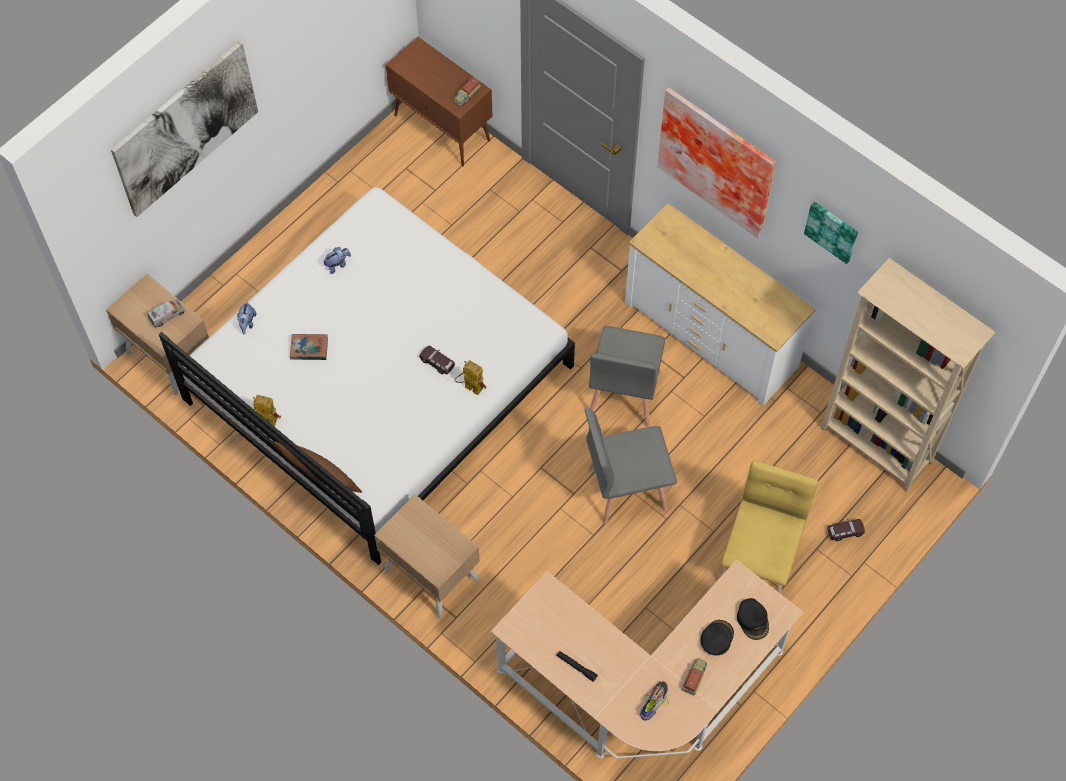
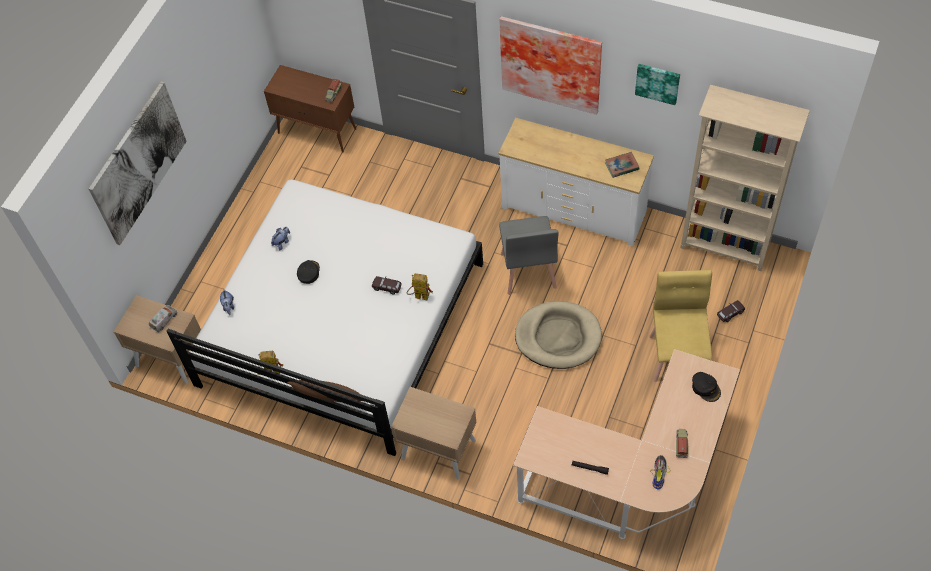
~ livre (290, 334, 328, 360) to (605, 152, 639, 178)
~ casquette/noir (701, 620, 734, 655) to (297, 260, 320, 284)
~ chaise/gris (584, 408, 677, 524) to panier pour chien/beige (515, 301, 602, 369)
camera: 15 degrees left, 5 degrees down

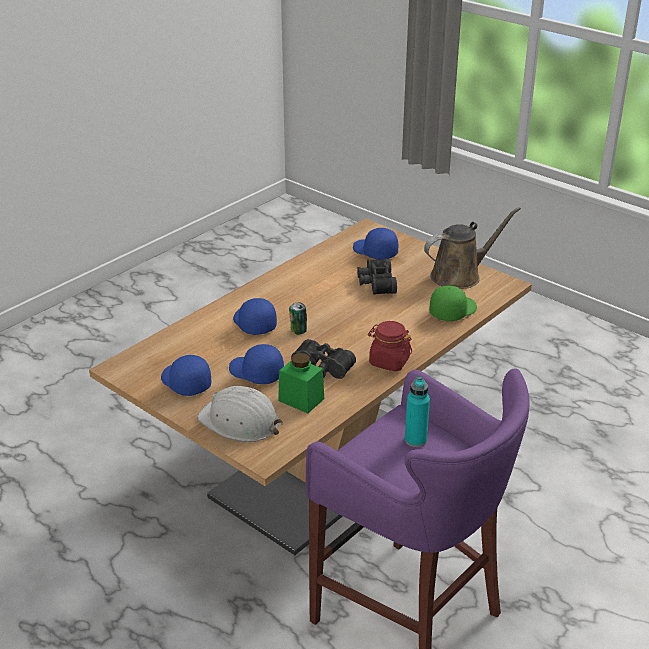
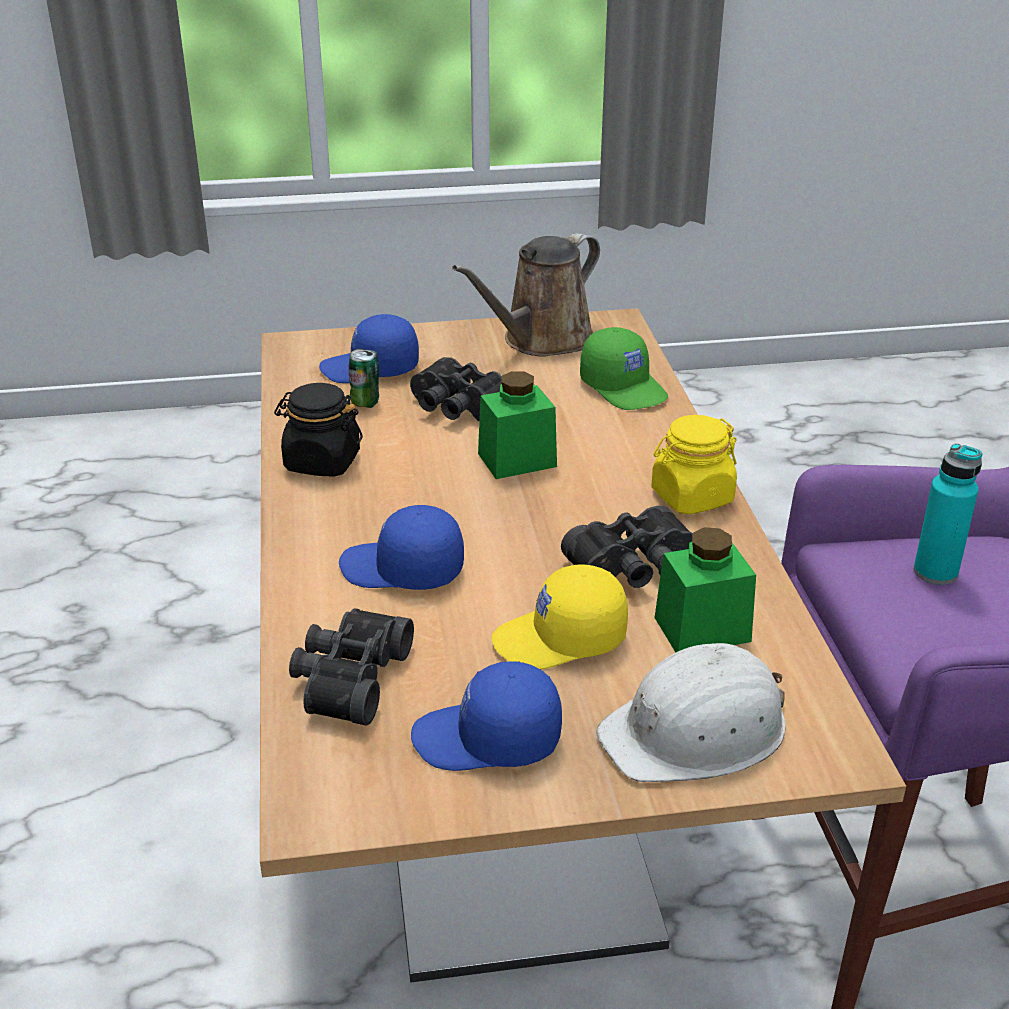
+ bocal/noir (274, 383, 363, 477)
+ jumelles/noir (289, 608, 414, 726)
+ bocal/vert (478, 371, 557, 479)
~ boîte métallique (289, 302, 307, 335) to (349, 348, 379, 408)
~ casquette/bleu (229, 344, 284, 384) to casquette/jaune (492, 564, 628, 669)
~ bocal/rouge (368, 321, 412, 371) to bocal/jaune (651, 415, 737, 515)
~ arrosoir/marron (424, 207, 521, 289) = (452, 233, 600, 357) 150 degrees counterclockwise
~ casquette/vert (429, 285, 477, 321) = (580, 327, 668, 410) 150 degrees clockwise
camera: 50 degrees left, 0 degrees up

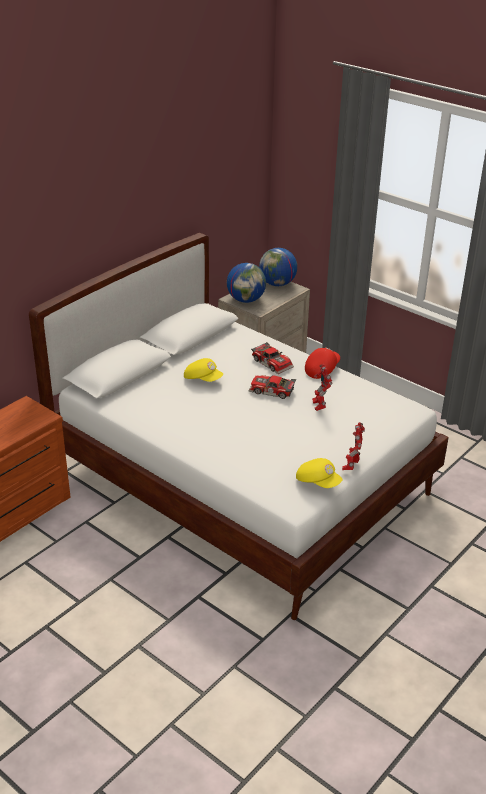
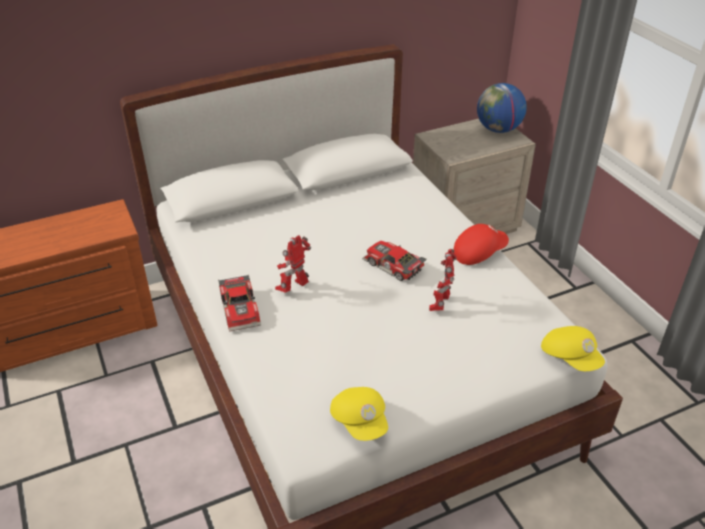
- globe (227, 263, 266, 303)
~ casquette/jaune (184, 358, 223, 382) to (541, 326, 605, 371)
~ petite voiture (251, 342, 294, 374) to (218, 274, 261, 332)
~ robot jouet (342, 422, 365, 470) to (275, 235, 311, 293)
camera: 25 degrees right, 5 degrees up

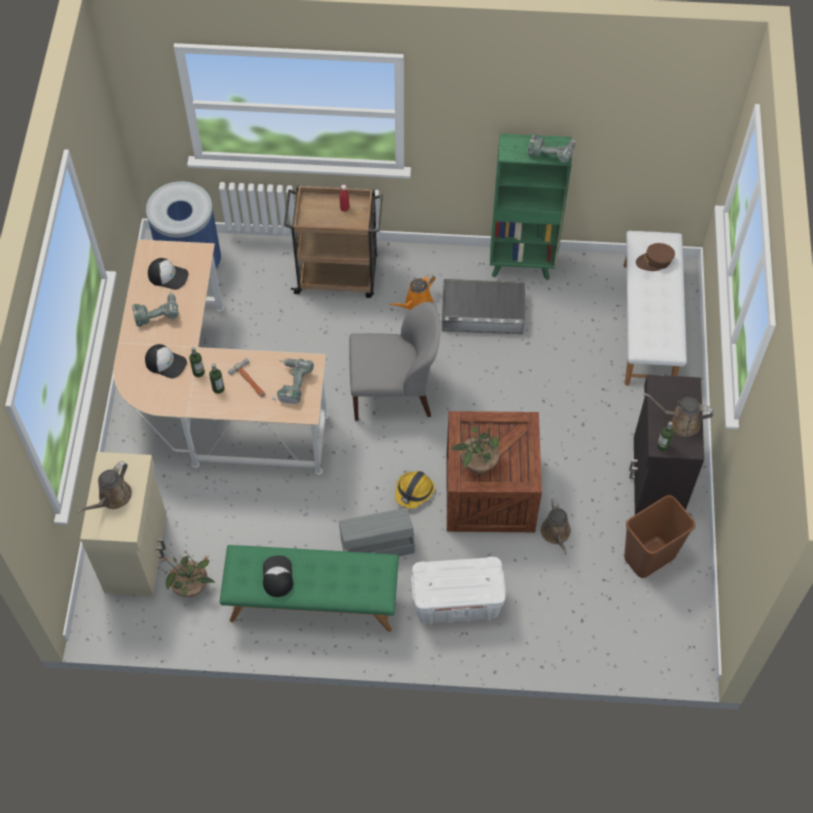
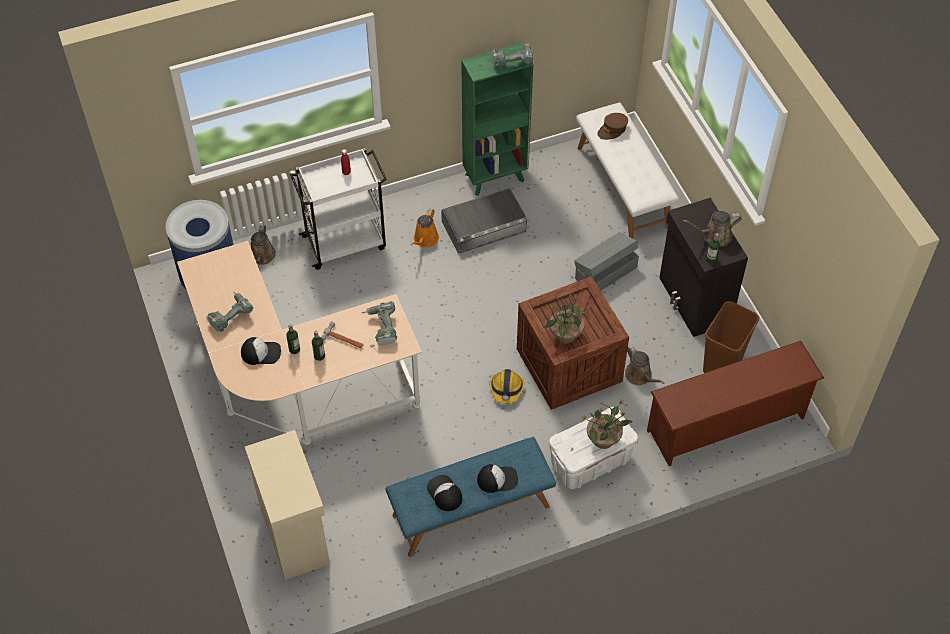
- chaise/gris (349, 302, 440, 421)
+ étagère à chaussures/marron (647, 341, 824, 466)
~ arrosoir/marron (77, 461, 132, 513) to (251, 225, 276, 265)
~ casquette (148, 258, 189, 290) to (477, 464, 518, 493)
~ plante en pot (160, 551, 215, 597) to (582, 399, 633, 449)
~ boîte de rangement/gris (339, 508, 415, 556) to (574, 232, 639, 291)
~ banc/vert (220, 545, 399, 632) to banc/bleu (386, 437, 556, 557)
~ chariot/marron (284, 185, 383, 298) to chariot/blanc (290, 148, 387, 270)
camera: 25 degrees left, 5 degrees down

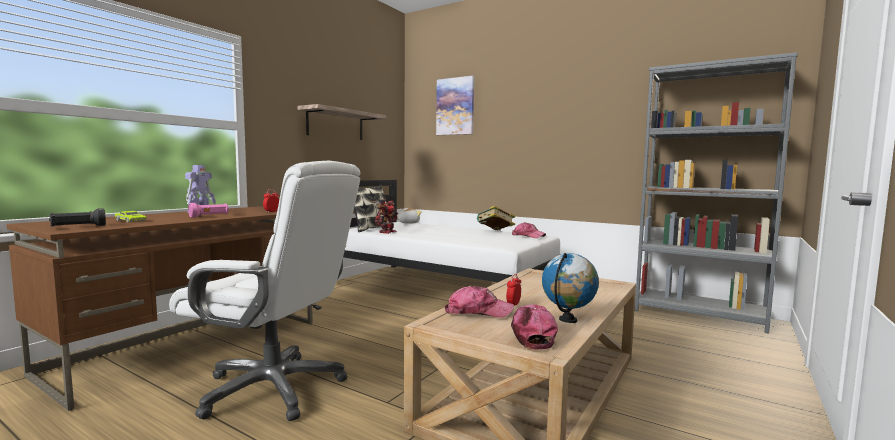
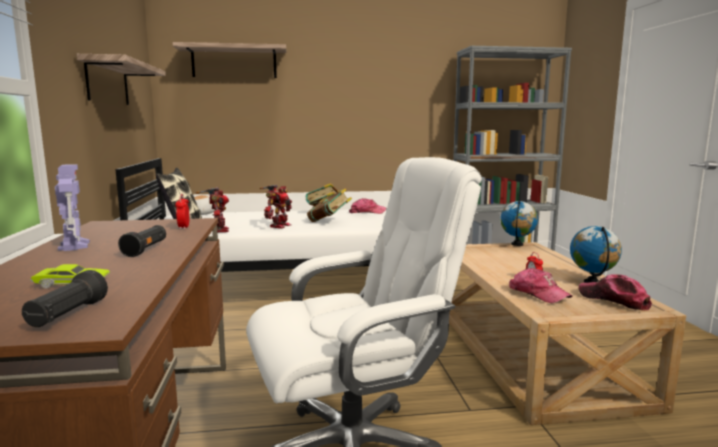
+ robot jouet (260, 185, 292, 229)
+ livre (307, 188, 352, 222)
+ globe (500, 201, 538, 246)
~ tableau (436, 76, 474, 135) to étagère (173, 42, 287, 78)
~ lampe de poche/rose (188, 203, 229, 218) to lampe de poche/noir (118, 225, 166, 257)
~ casquette (445, 286, 514, 318) = (509, 268, 572, 303) 90 degrees clockwise
camera: 40 degrees left, 5 degrees up

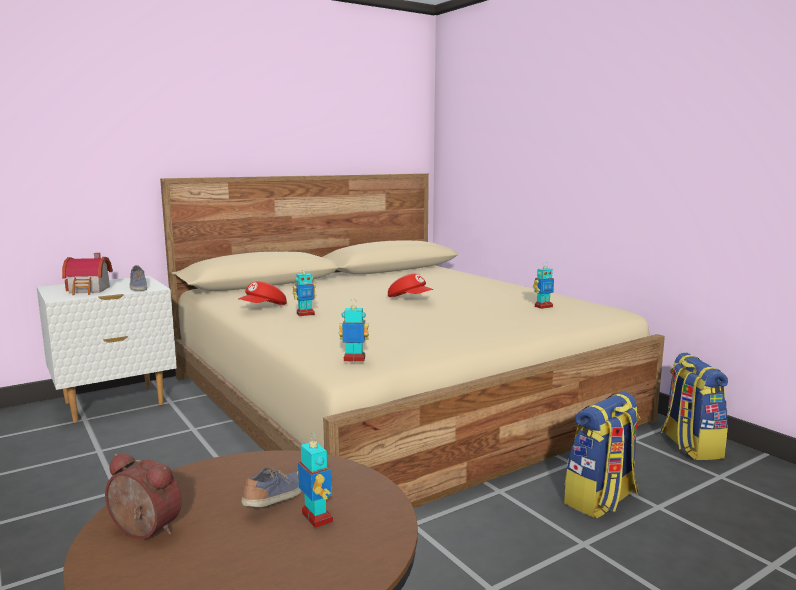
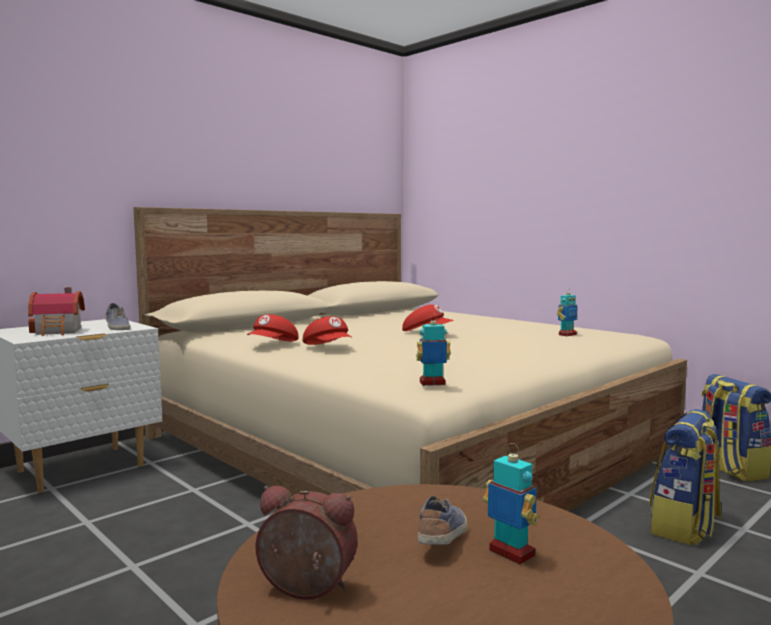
~ robot jouet (293, 266, 317, 316) to casquette/rouge (303, 316, 352, 345)
camera: 10 degrees left, 5 degrees down

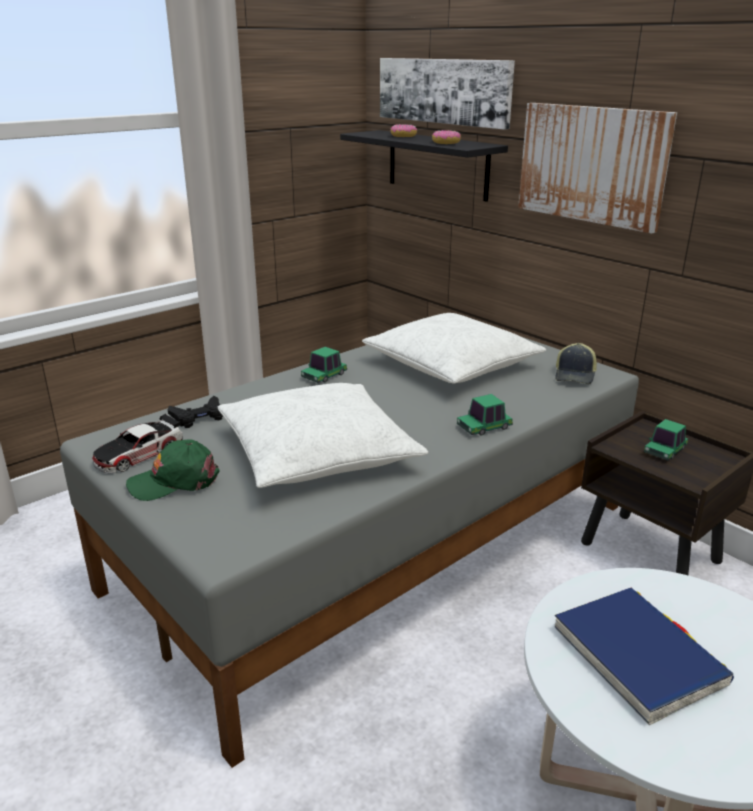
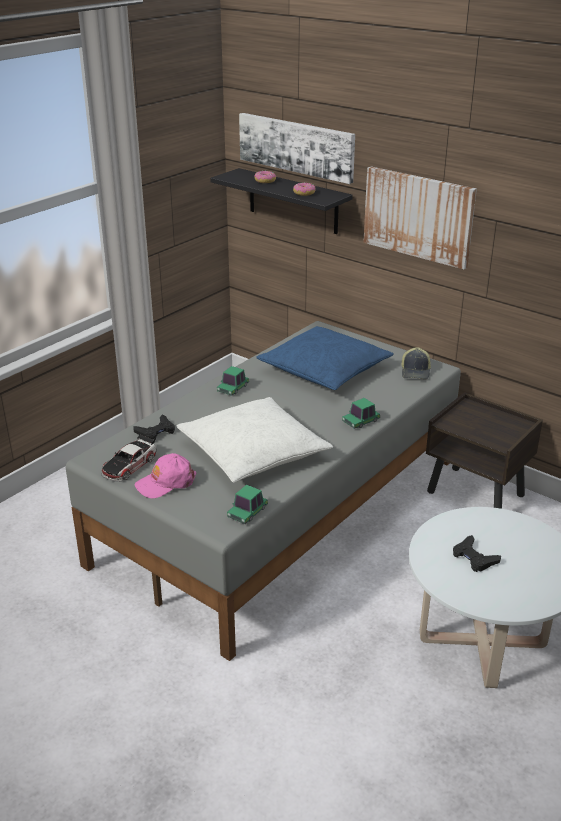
~ petite voiture (644, 419, 688, 460) to (227, 485, 268, 524)
~ livre/bleu (555, 588, 734, 725) to manette/noir (453, 535, 501, 572)
~ casquette/vert (126, 439, 220, 501) to casquette/rose (135, 453, 196, 498)
~ coussin/blanc (362, 313, 546, 383) to coussin/bleu (256, 326, 394, 390)
camera: 10 degrees left, 5 degrees up

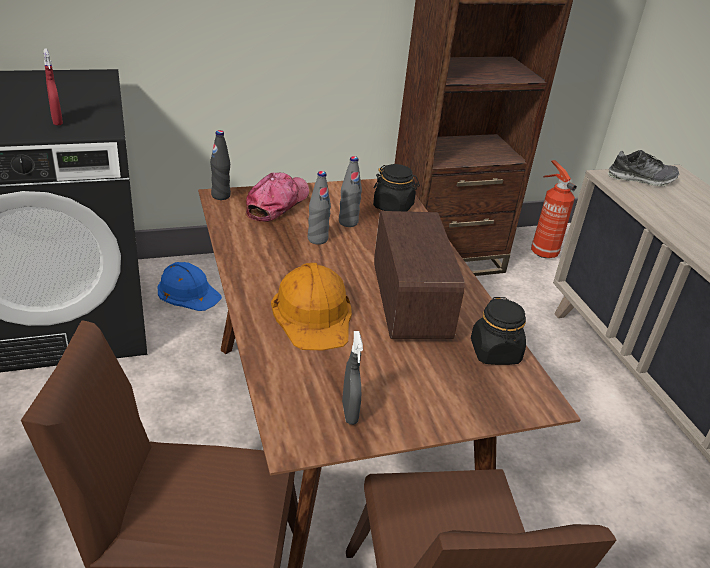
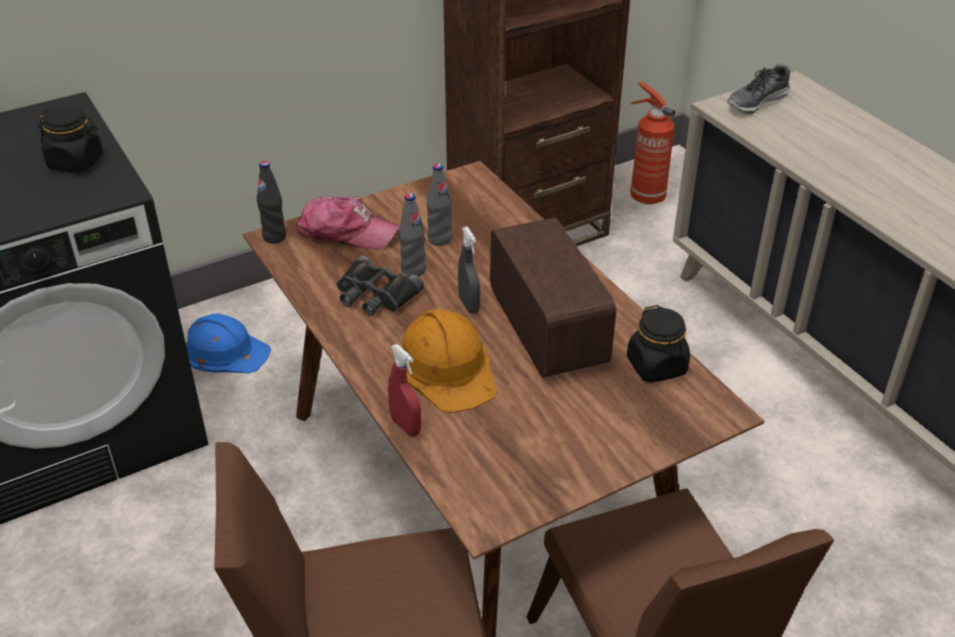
+ jumelles/noir (337, 255, 424, 316)
~ vaporisateur/rouge (43, 48, 63, 126) to (388, 344, 421, 437)
~ vaporisateur/gris (342, 331, 363, 425) to (458, 226, 480, 313)
~ bocal/noir (373, 164, 420, 211) to (38, 106, 103, 172)
~ casquette (245, 173, 309, 222) = (296, 196, 399, 250) 90 degrees clockwise
~ chaussure (608, 150, 679, 186) = (727, 64, 790, 114) 150 degrees clockwise
camera: 10 degrees left, 5 degrees up

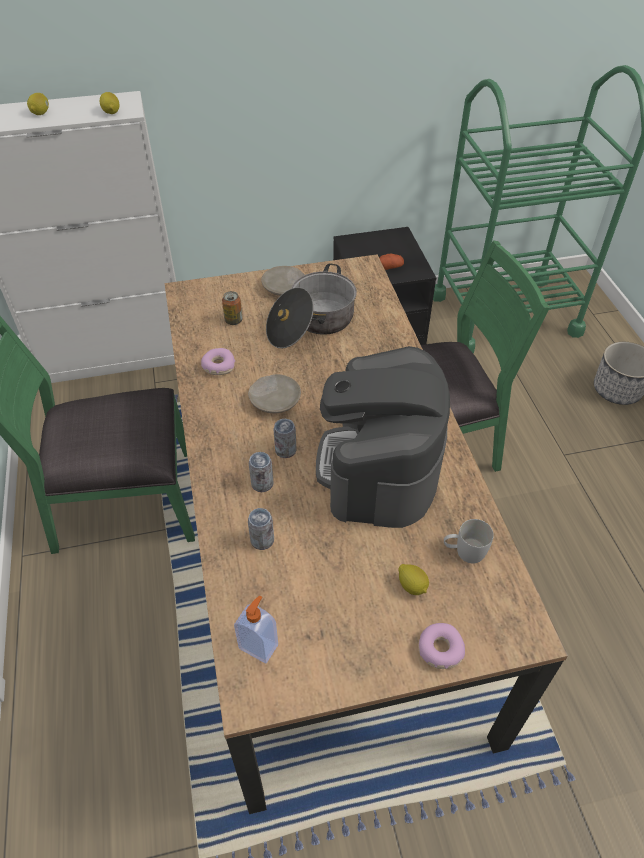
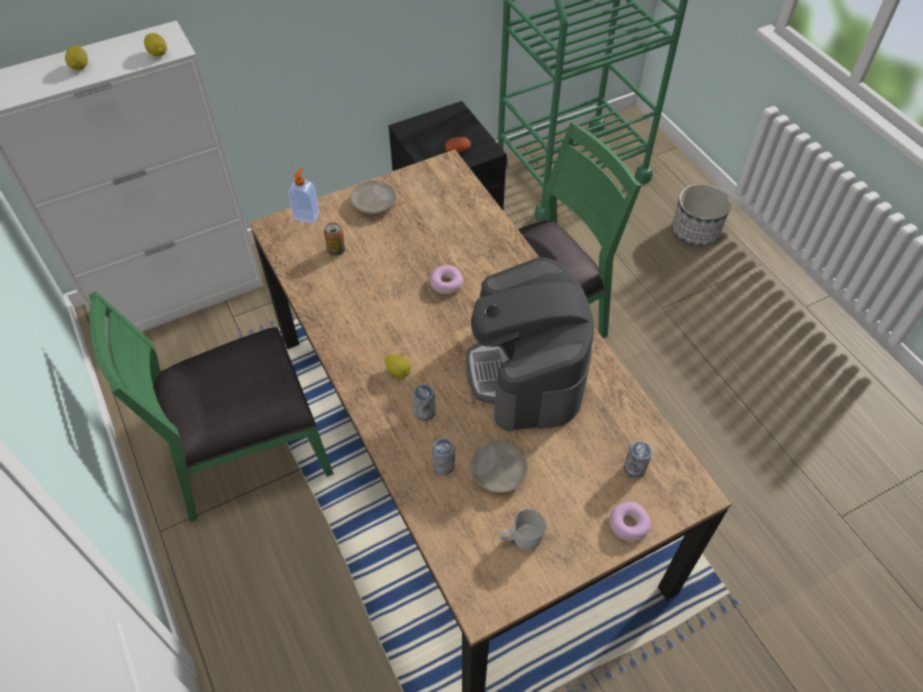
- marmite (266, 263, 357, 348)
~ beignet (201, 348, 235, 375) to (430, 265, 463, 294)
~ distributeur de savon (234, 596, 278, 663) to (288, 168, 320, 223)
~ assiette/beige (248, 374, 301, 413) to (470, 440, 528, 493)
~ boîte métallique (273, 419, 297, 458) to (623, 441, 652, 478)
~ citron (398, 564, 429, 595) to (384, 355, 411, 378)
~ mug/blanc (444, 519, 494, 563) to (500, 509, 546, 550)
camera: 15 degrees left, 5 degrees up

